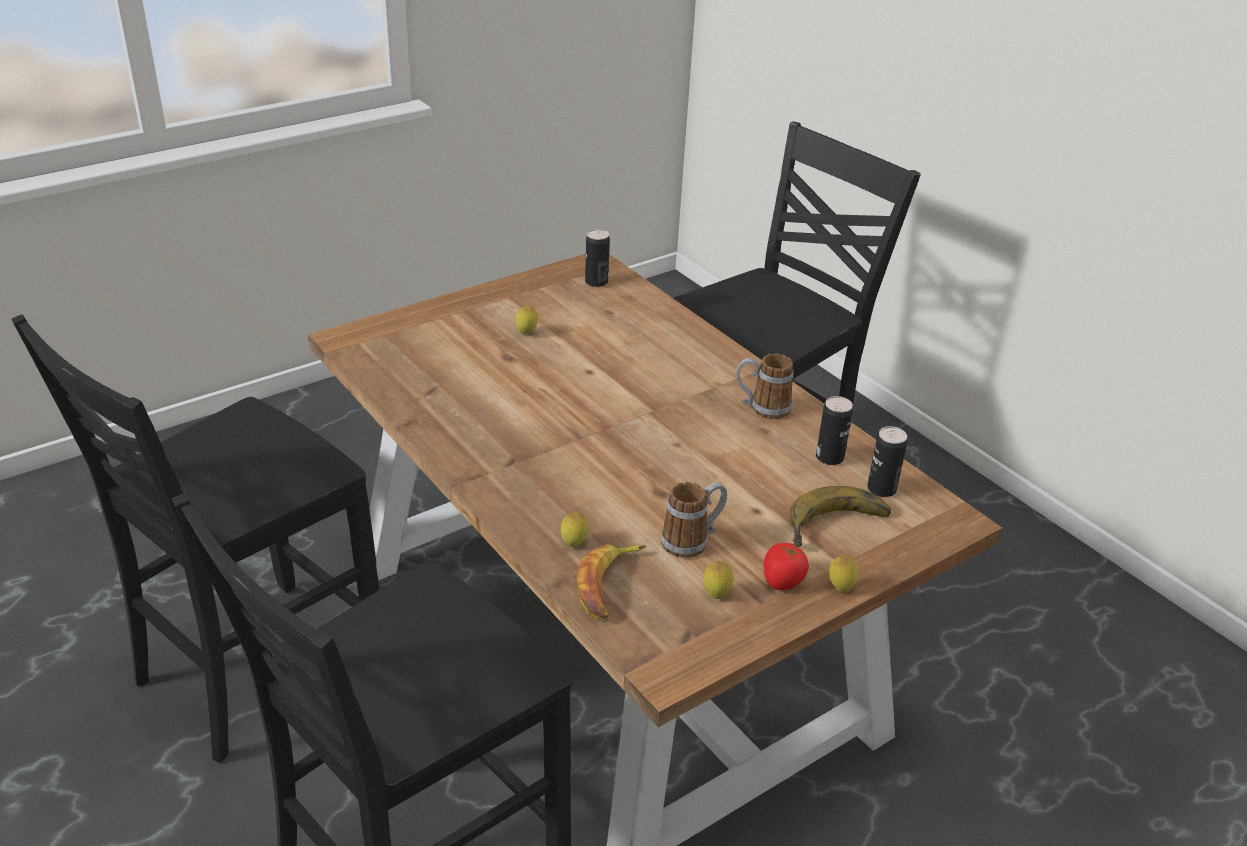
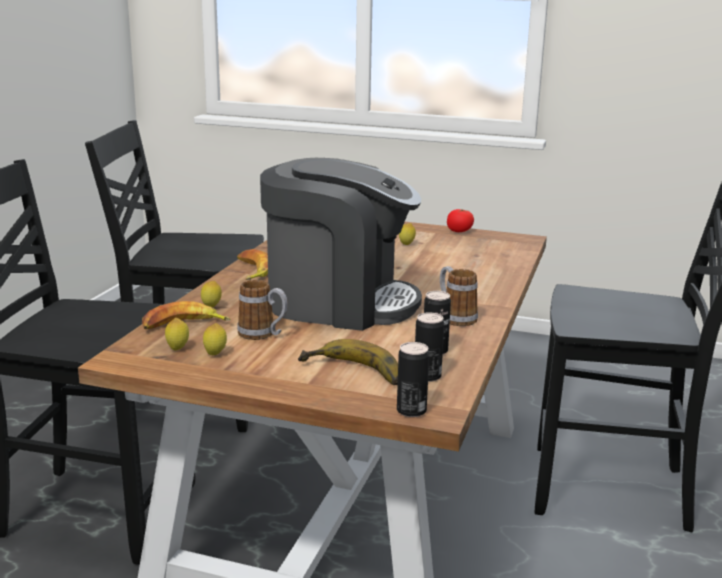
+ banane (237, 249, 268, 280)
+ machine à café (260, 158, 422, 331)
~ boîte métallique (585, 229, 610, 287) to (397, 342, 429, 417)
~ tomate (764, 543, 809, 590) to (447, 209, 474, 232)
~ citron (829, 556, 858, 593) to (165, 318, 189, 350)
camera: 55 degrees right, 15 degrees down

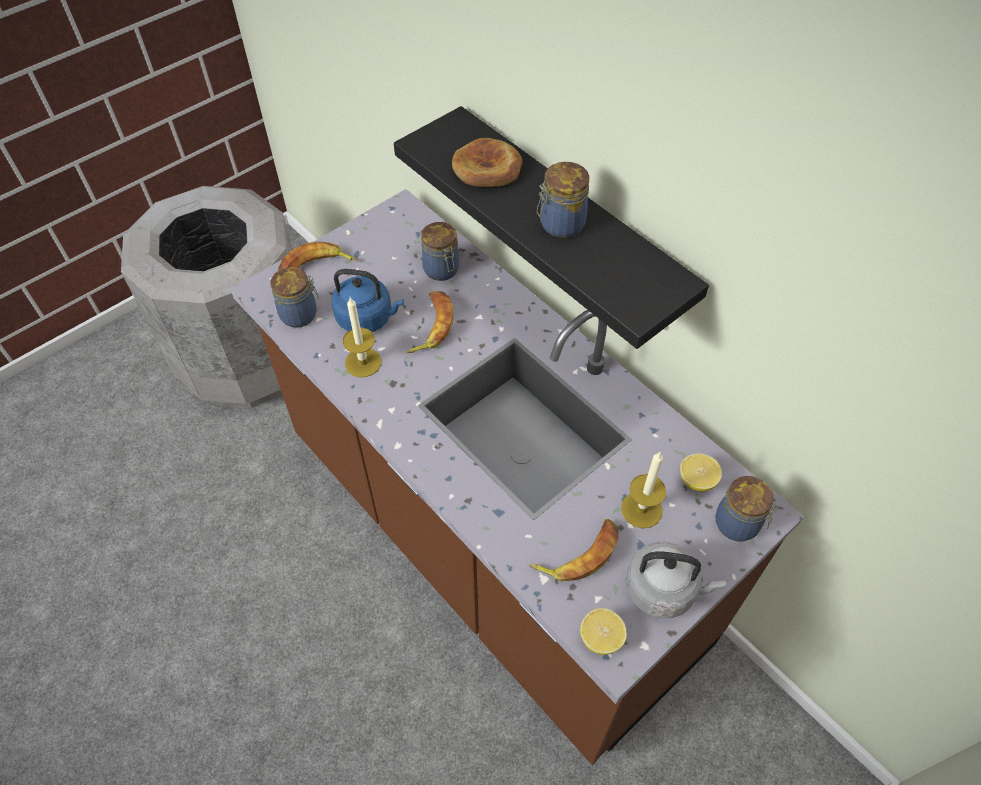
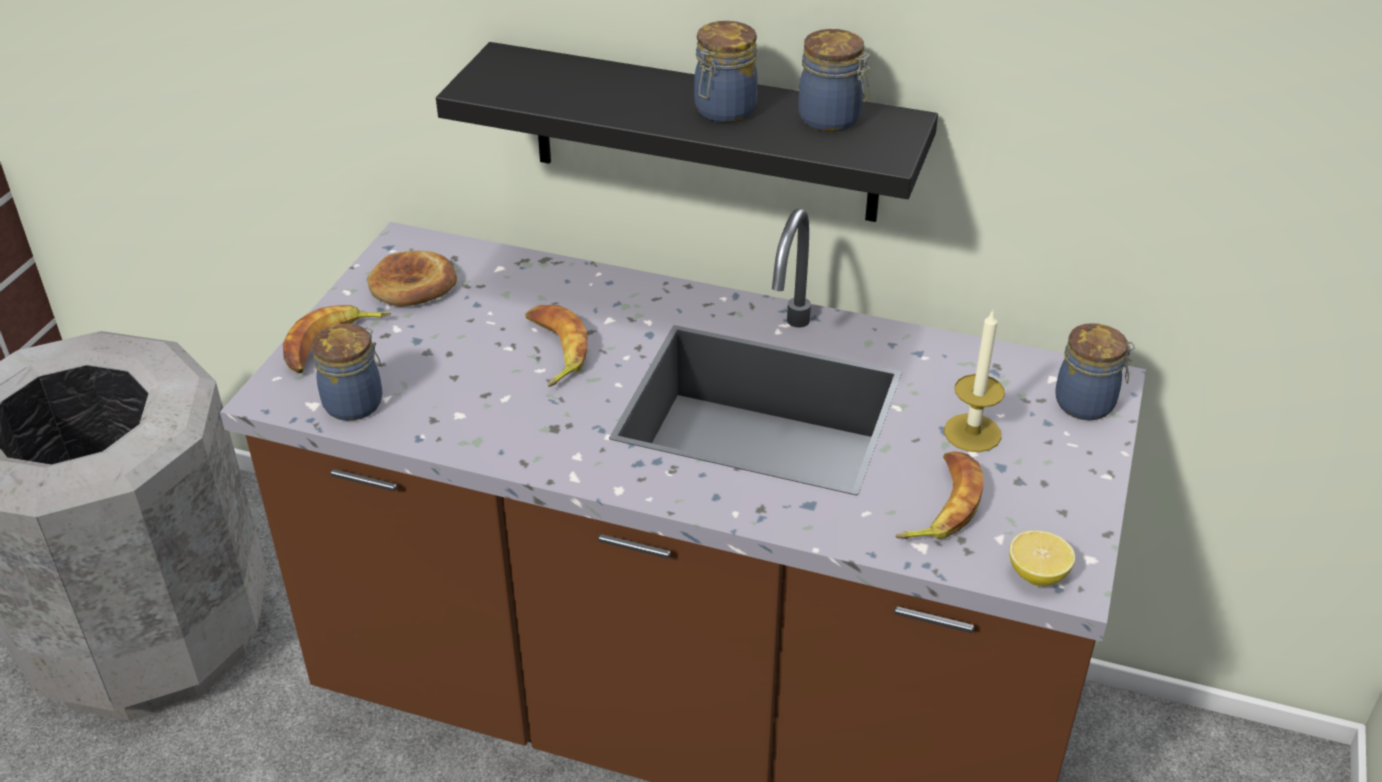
- bouilloire/bleu (331, 269, 404, 332)
- bougie (343, 297, 381, 378)
- bouilloire/gris (626, 542, 726, 618)
- citron (680, 453, 722, 491)
~ bocal (421, 222, 459, 281) to (799, 29, 870, 132)
~ pain (452, 138, 523, 187) to (367, 250, 457, 307)
camera: 30 degrees left, 15 degrees down

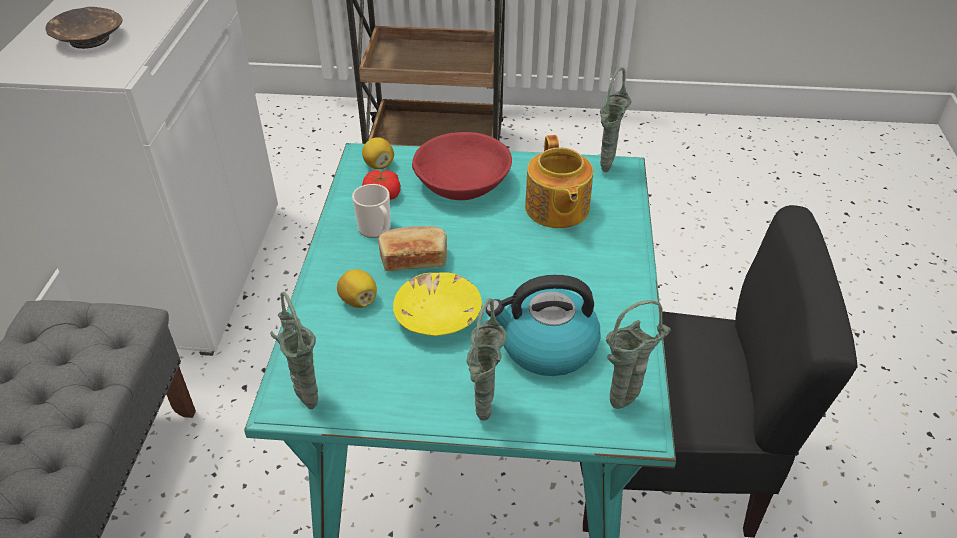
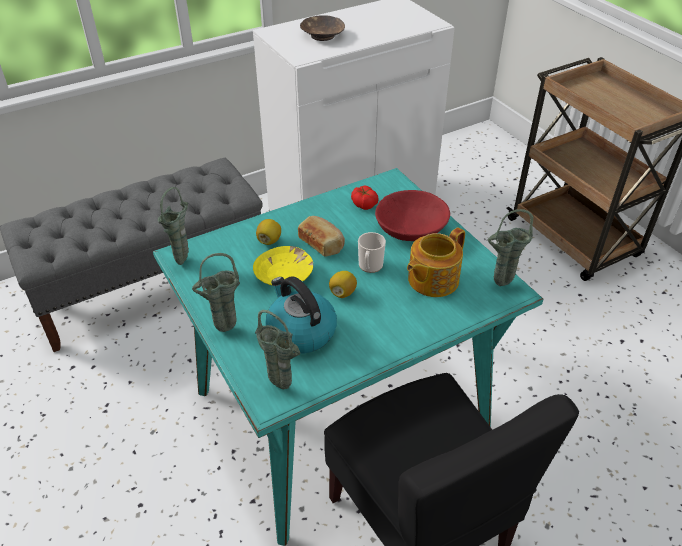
~ mug (352, 184, 391, 238) to (358, 232, 386, 273)
~ citron (362, 137, 394, 169) to (329, 271, 357, 298)
camera: 55 degrees right, 0 degrees up

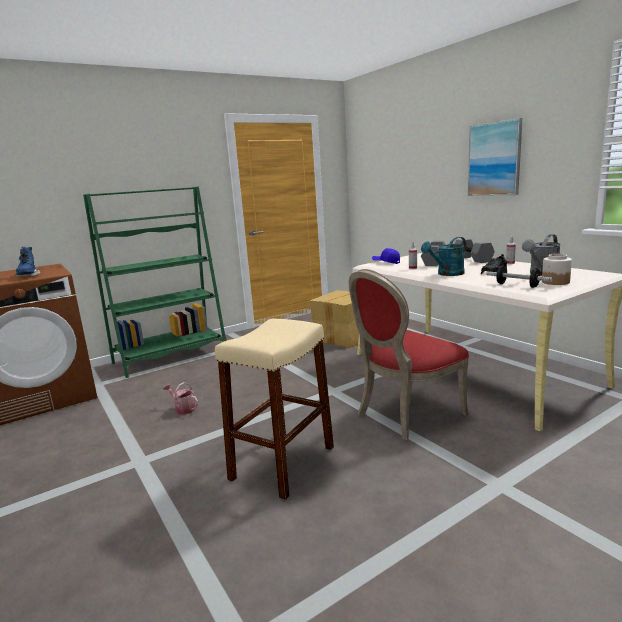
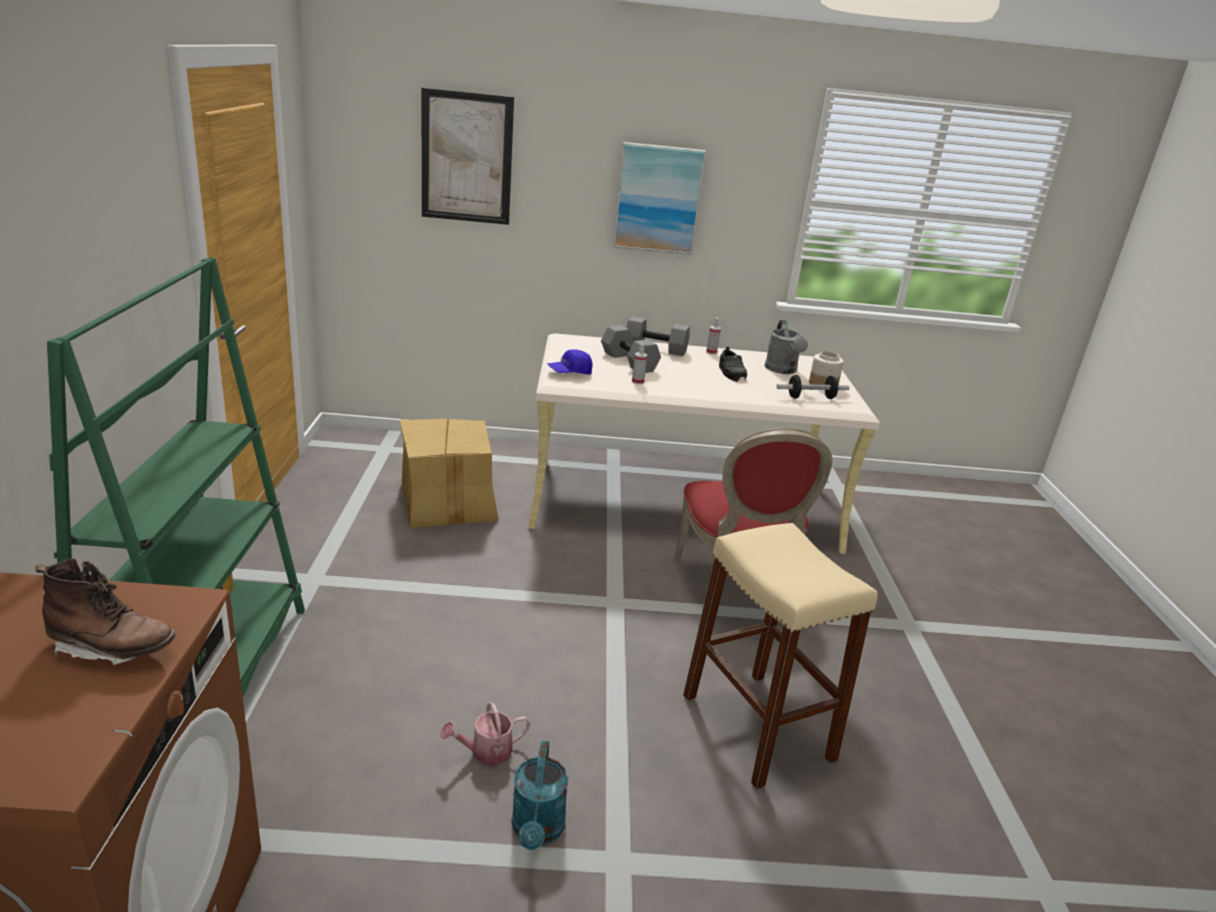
+ tableau (421, 88, 514, 225)
~ arrosoir/turquoise (421, 237, 466, 276) to (512, 741, 569, 850)
~ botte/bleu (14, 247, 40, 277) to botte/marron (35, 559, 176, 665)
camera: 60 degrees left, 10 degrees up

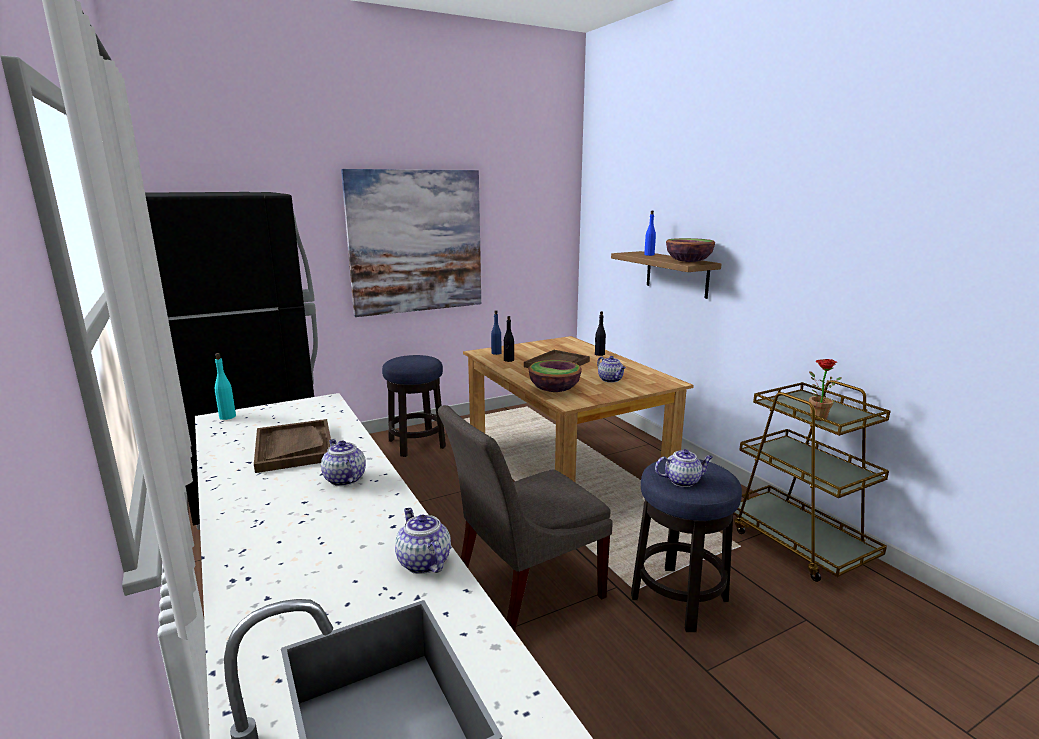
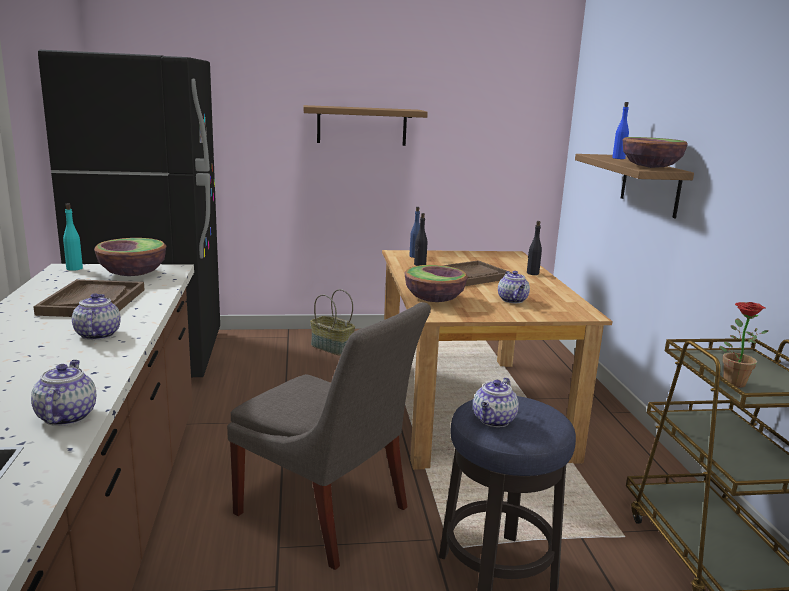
+ bol (94, 238, 166, 276)
~ tableau (341, 169, 481, 317) to étagère (304, 105, 428, 146)
~ tabouret (382, 355, 446, 457) to panier (310, 289, 355, 356)
~ chaise/gris (438, 405, 613, 632) = (227, 302, 431, 570) 135 degrees counterclockwise
~ théière (655, 449, 713, 487) = (473, 378, 519, 427) 105 degrees clockwise
camera: 20 degrees right, 0 degrees up

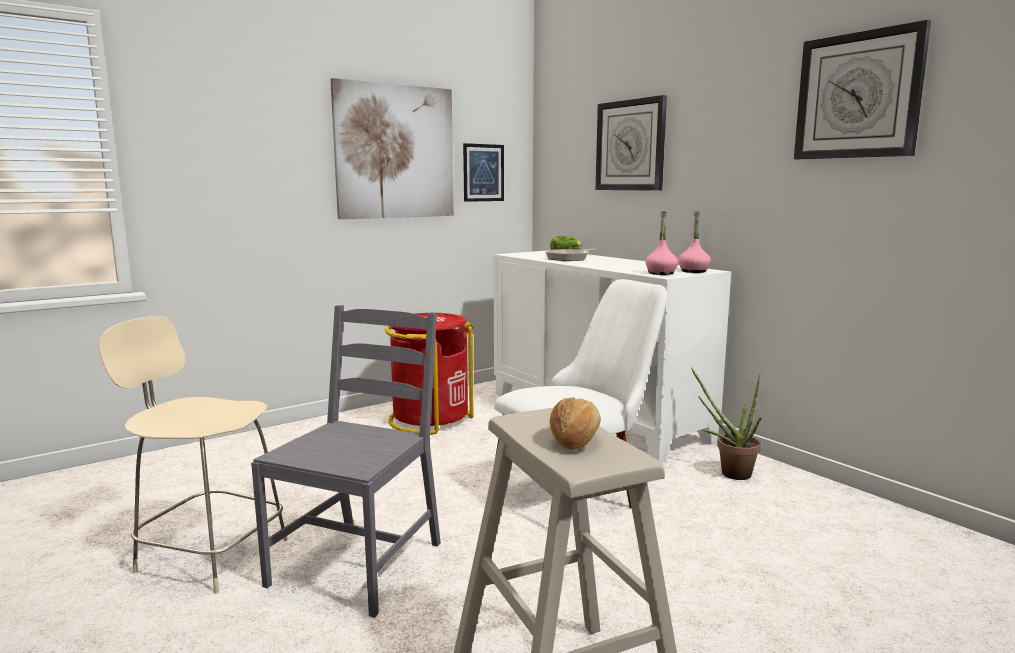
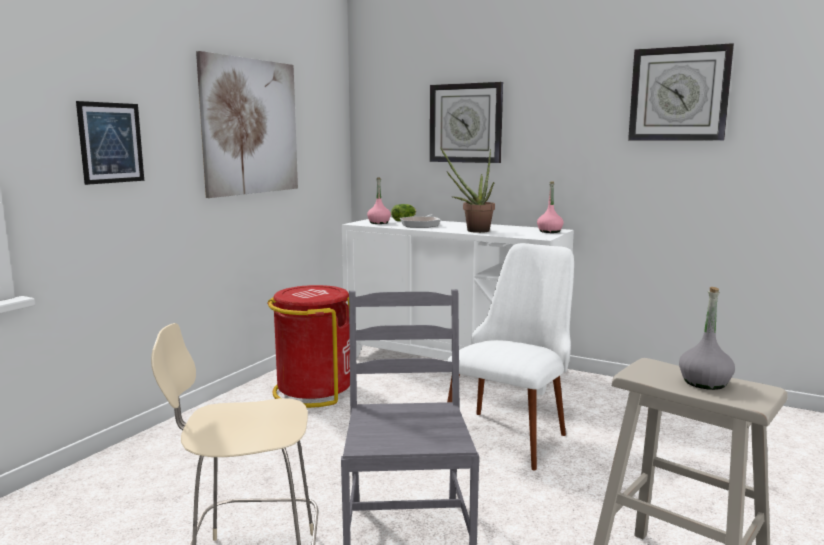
~ tableau (463, 143, 504, 202) to (76, 101, 144, 185)
~ bouteille/rose (645, 212, 678, 275) to (367, 178, 391, 224)
~ plante en pot (691, 368, 762, 480) to (440, 147, 495, 233)
~ pain (550, 397, 601, 450) to bouteille/gris (679, 287, 735, 390)
camera: 25 degrees left, 0 degrees up

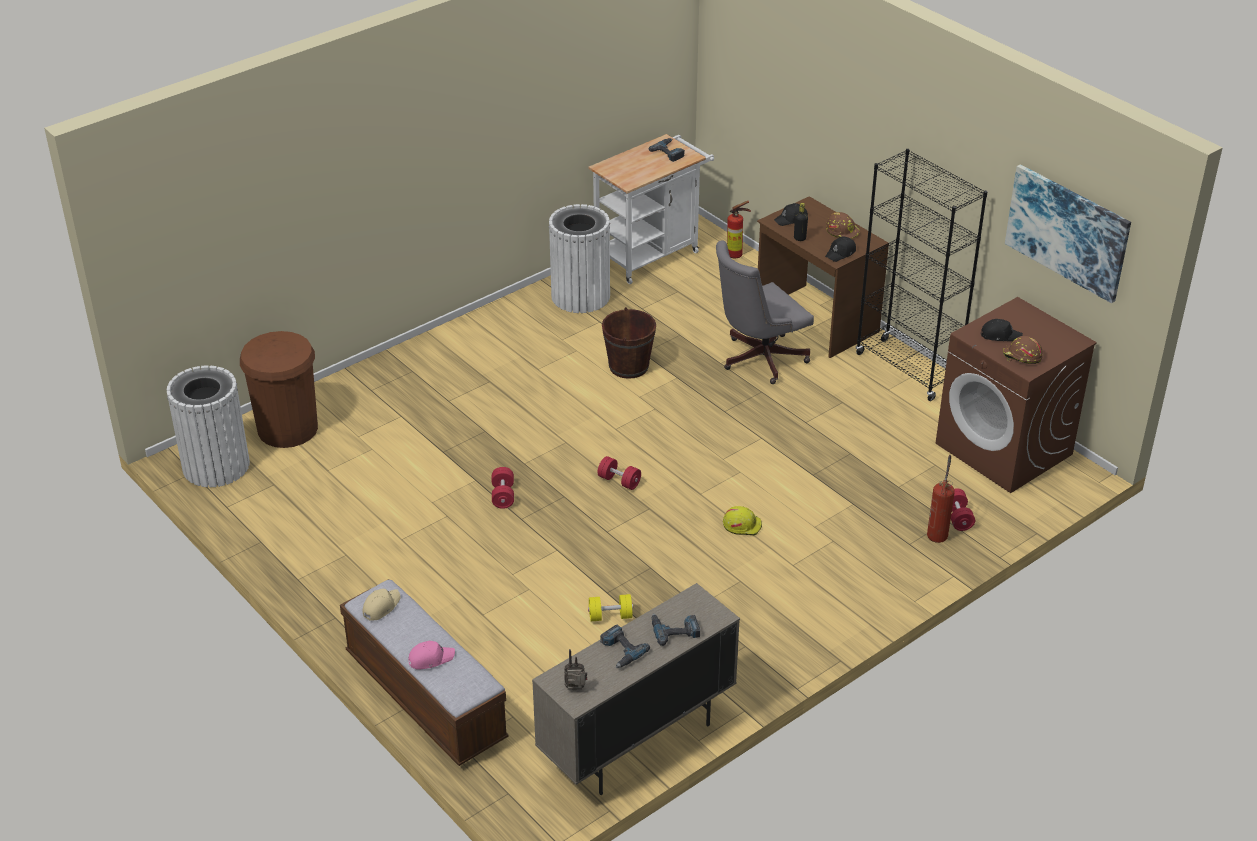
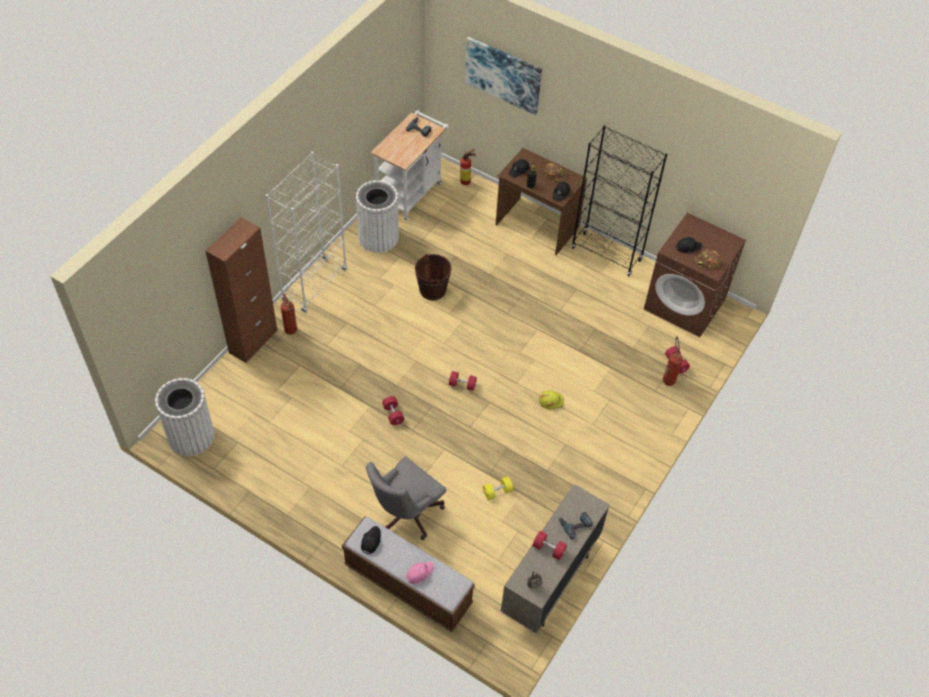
- poubelle/marron (240, 331, 318, 448)
+ meuble de rangement/marron (205, 217, 278, 363)
+ bibliothèque/blanc (266, 152, 347, 313)
+ extincteur (281, 294, 297, 334)
~ chaise de bureau/gris (716, 240, 814, 384) to (366, 456, 446, 540)
~ tableau (1005, 164, 1131, 303) to (465, 37, 542, 115)
~ perceuse (600, 625, 650, 668) to haltère/rouge (532, 531, 567, 560)
~ casquette/beige (363, 589, 400, 620) to casquette/noir (361, 526, 381, 554)
camera: 20 degrees left, 15 degrees up

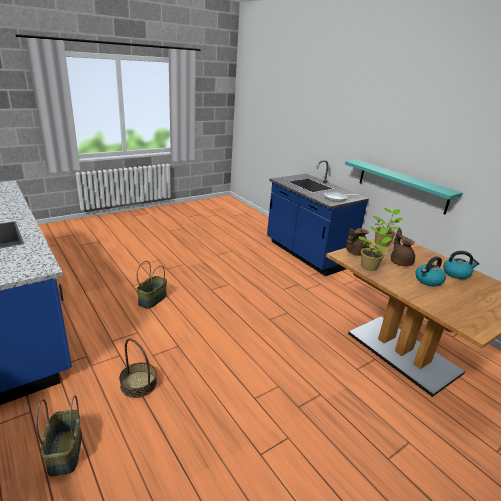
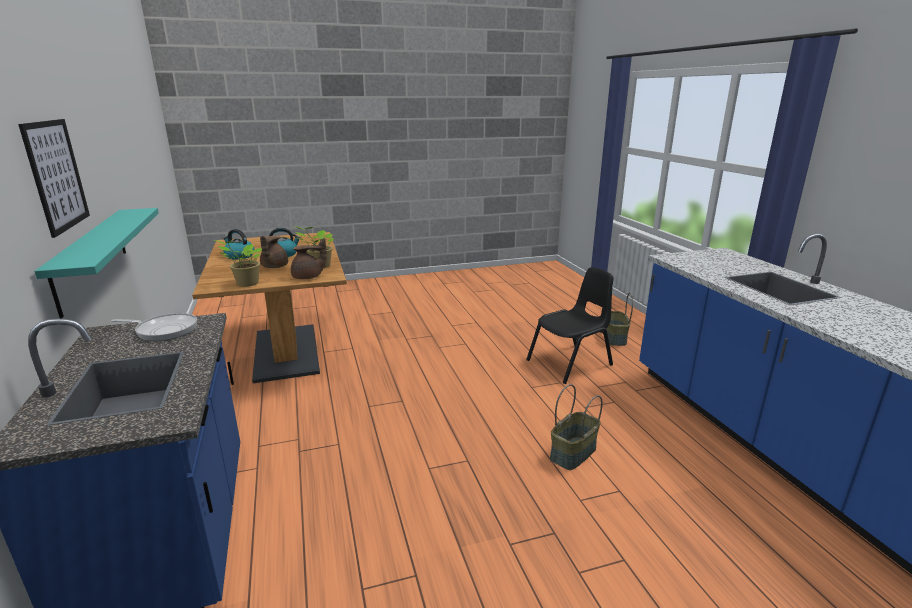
+ tableau (18, 119, 90, 238)
~ panier (119, 338, 157, 398) to chaise/noir (526, 267, 614, 384)
camera: 160 degrees left, 5 degrees down

